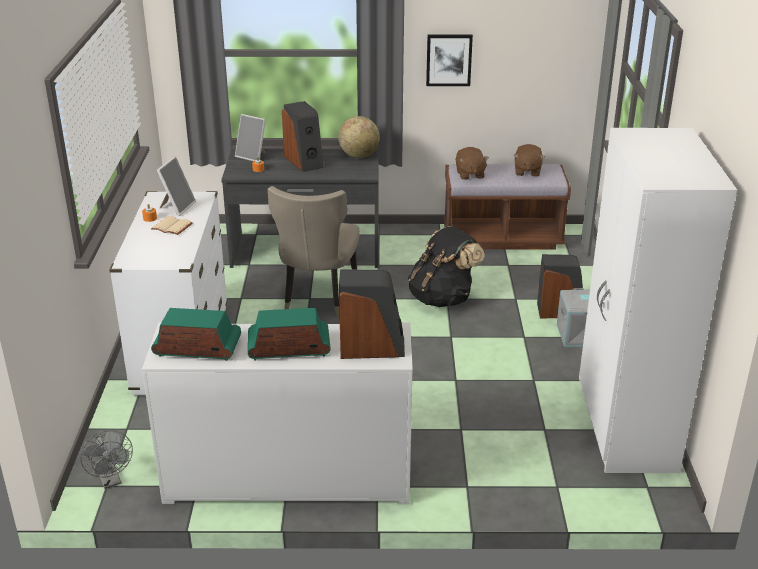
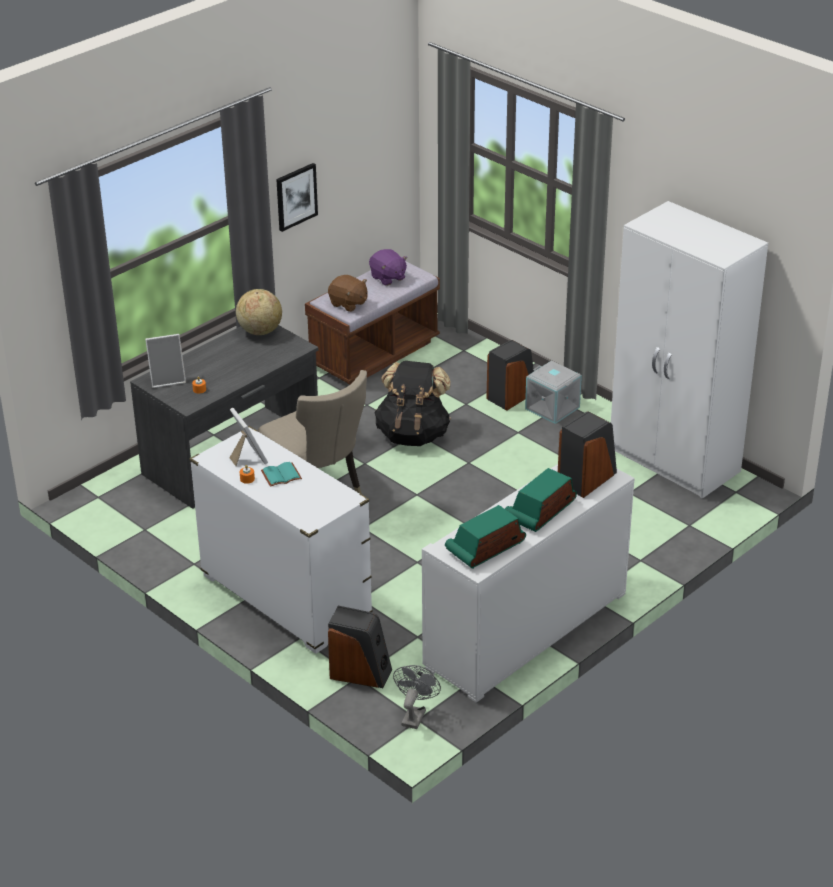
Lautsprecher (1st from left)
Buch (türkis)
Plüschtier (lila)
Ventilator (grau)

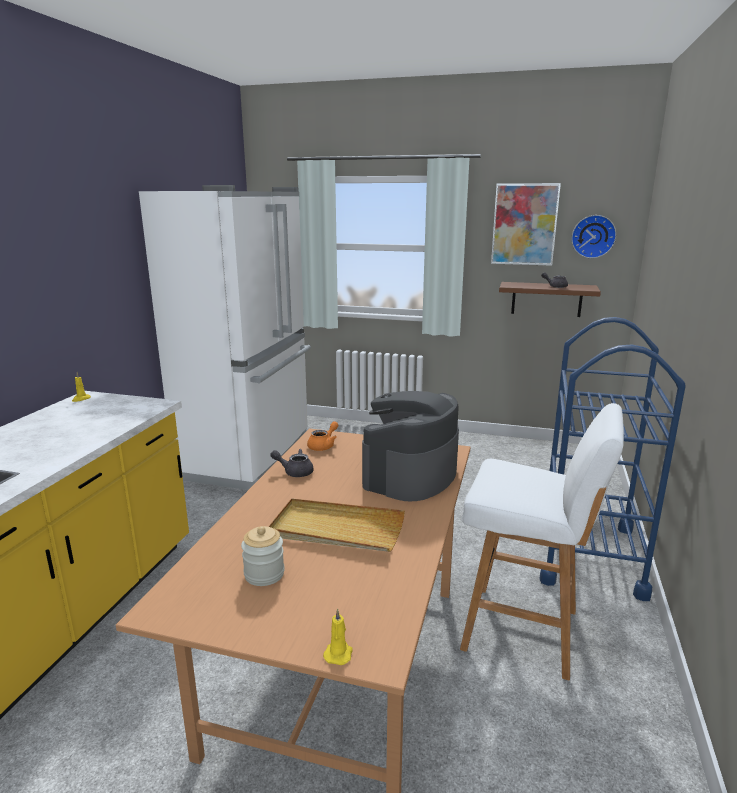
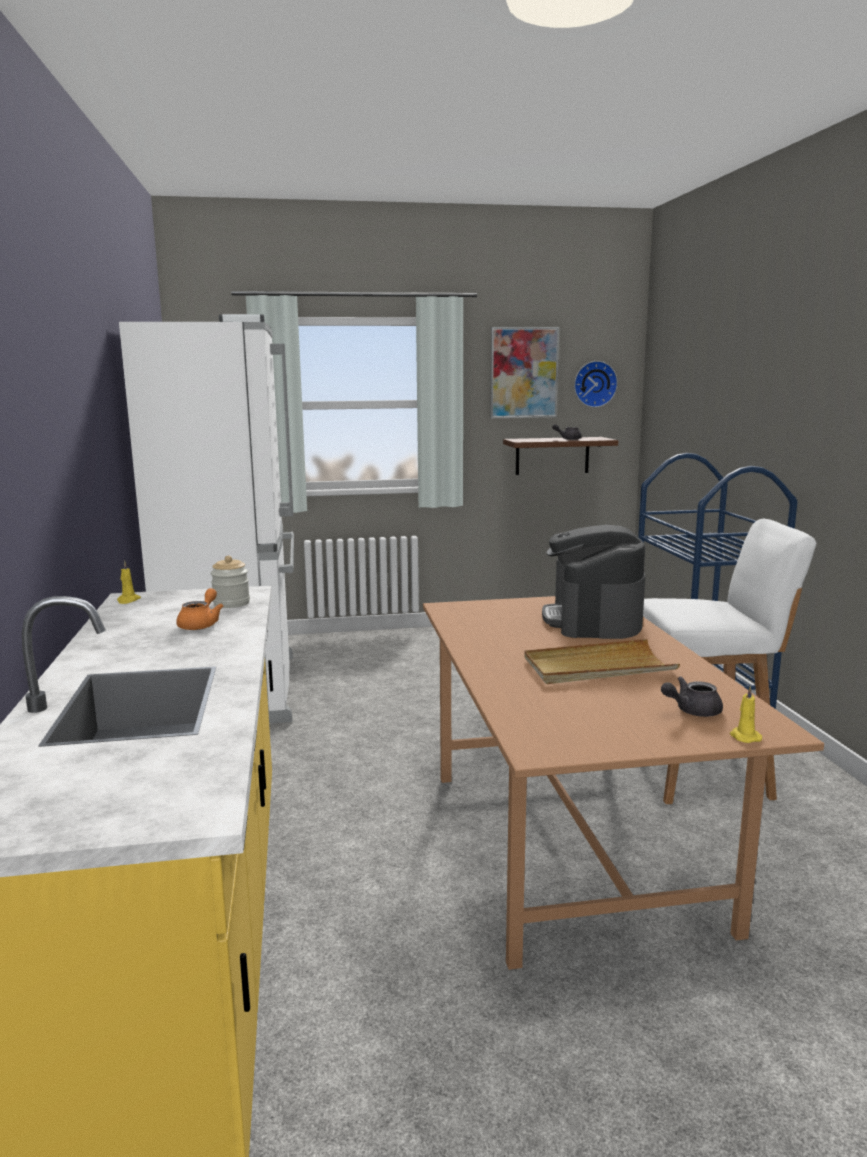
Vorratsglas
Teekanne (grau) (2nd from left)
Teekanne (orange)

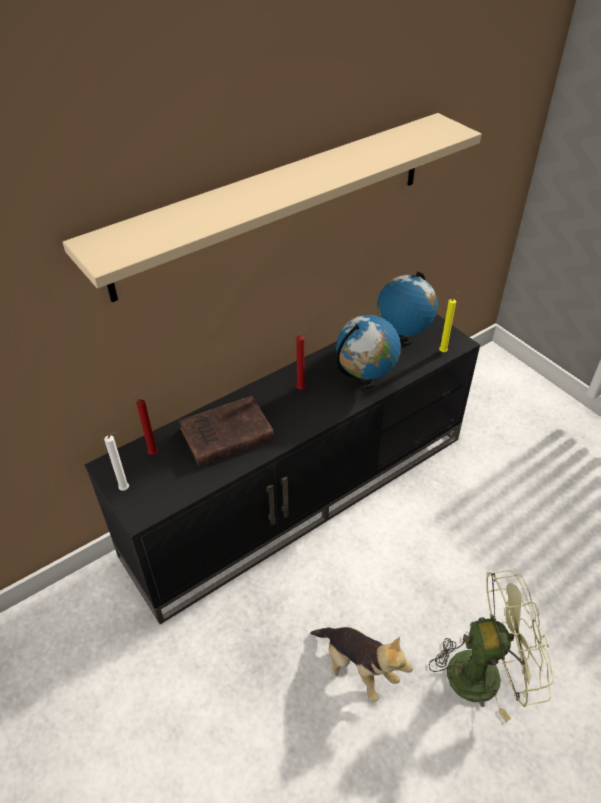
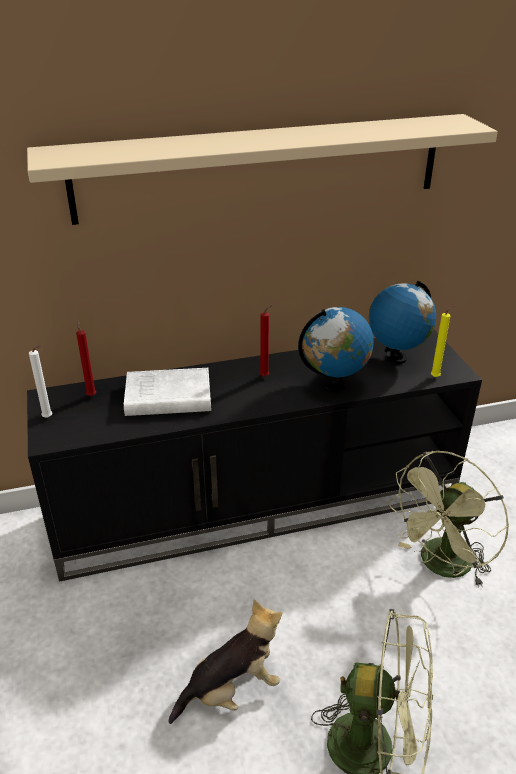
Ventilator (grün) (2nd from left)
Buch (weiß)
Plüschtier

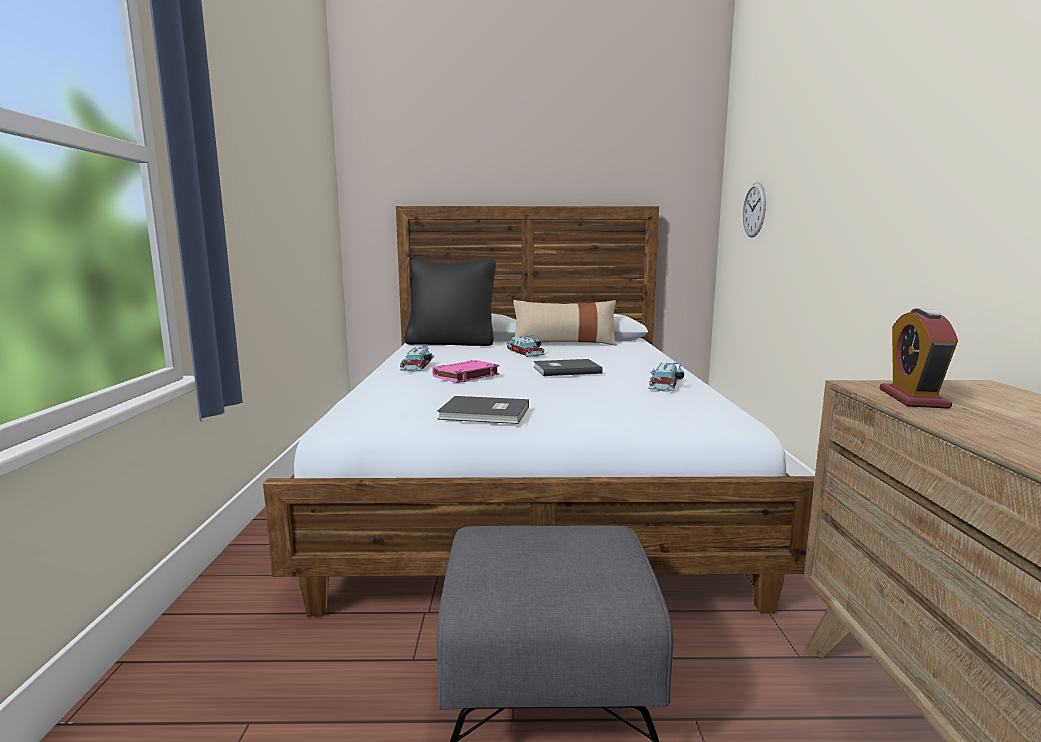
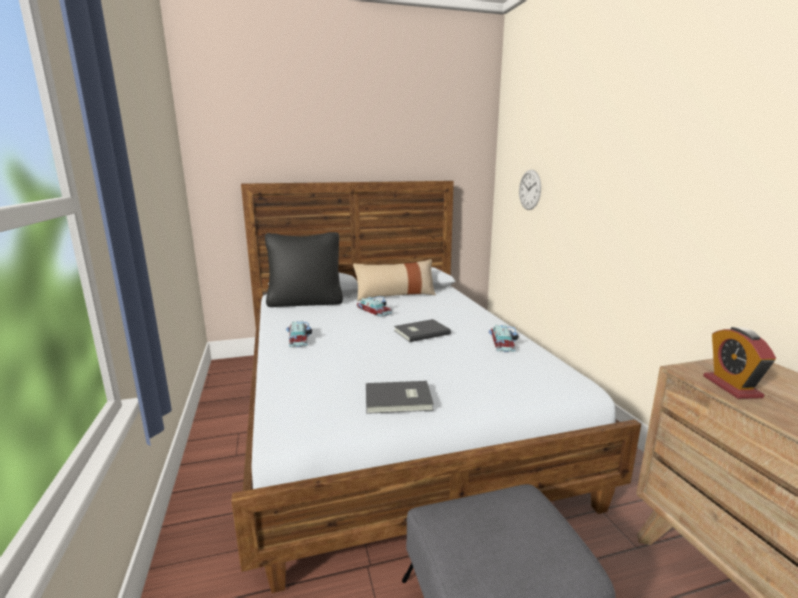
Buch (rosa)

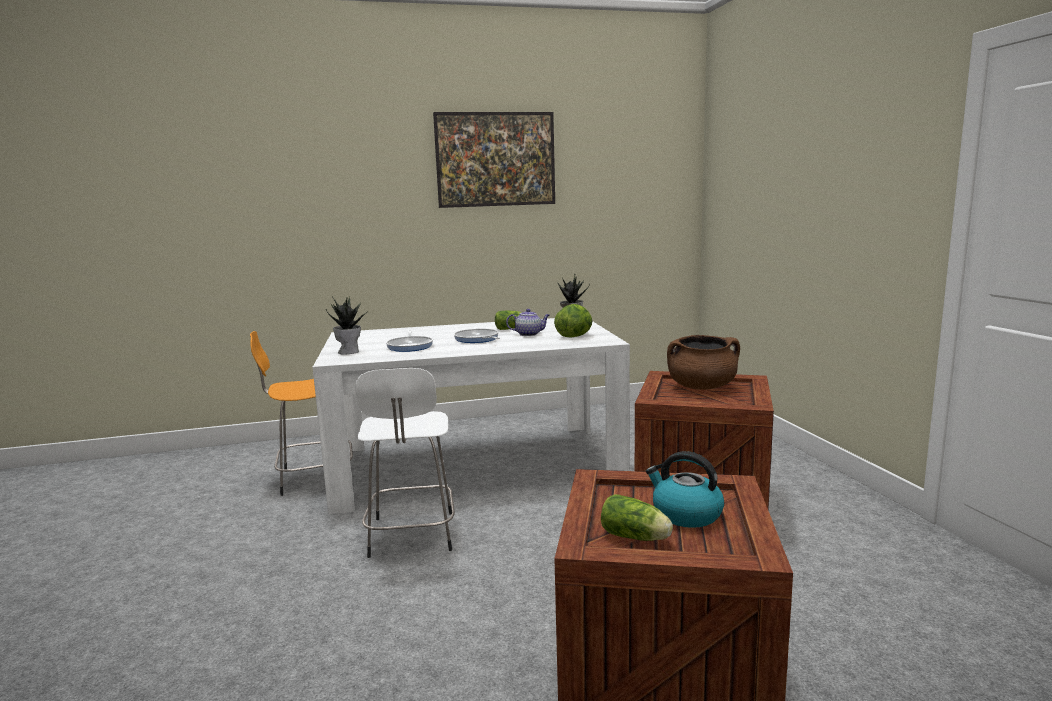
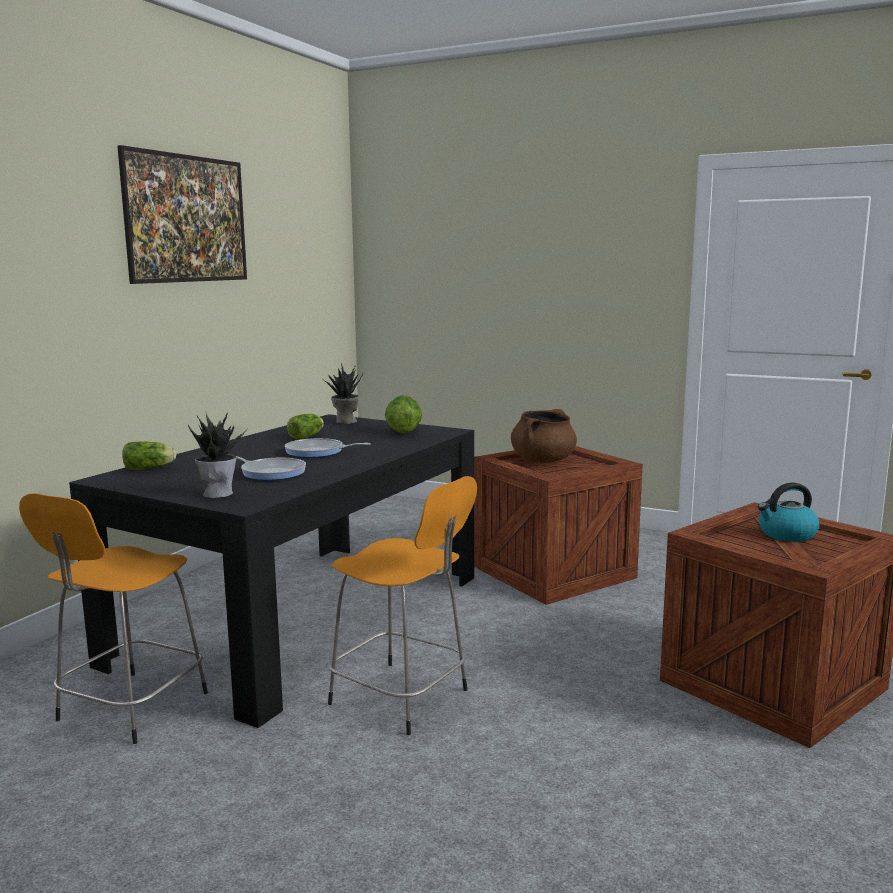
Teekanne
Salatkopf (1st from left)
Esstisch (schwarz)
Hocker (orange) (2nd from left)

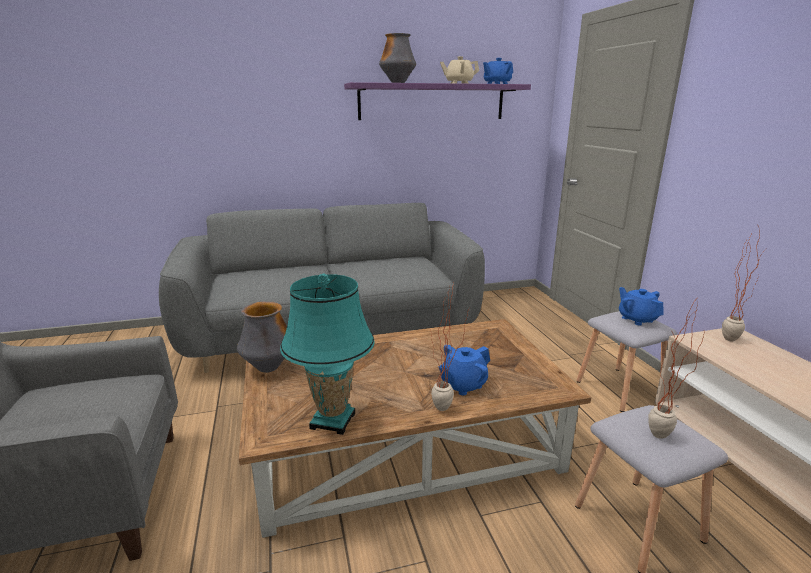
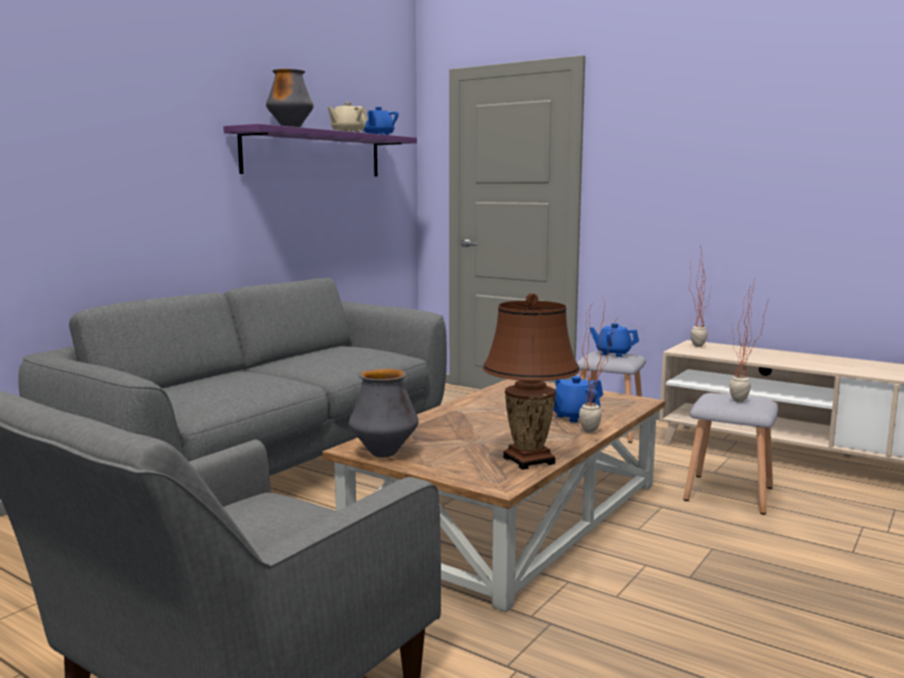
Tischlampe (braun)
Teekanne (blau) (2nd from left)

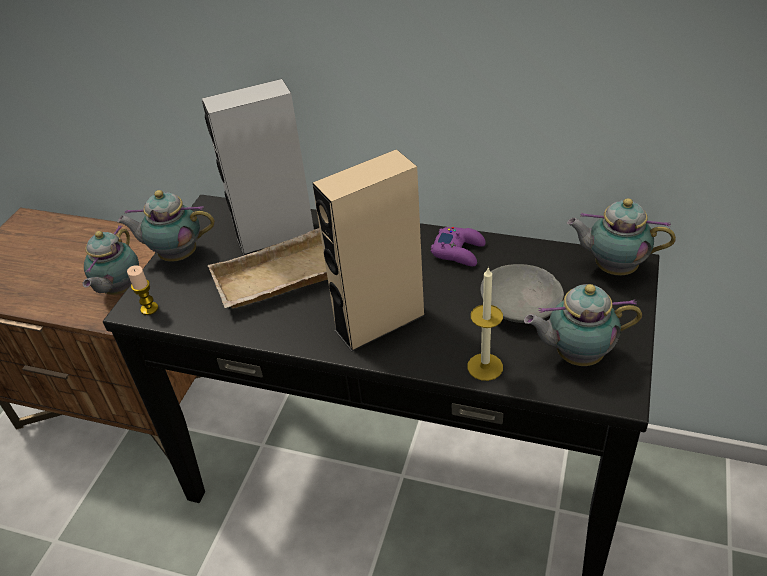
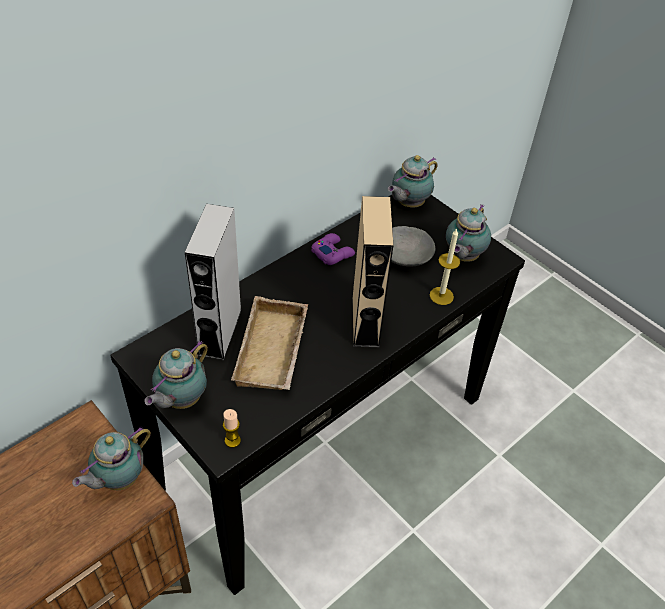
Teekanne (1st from left)

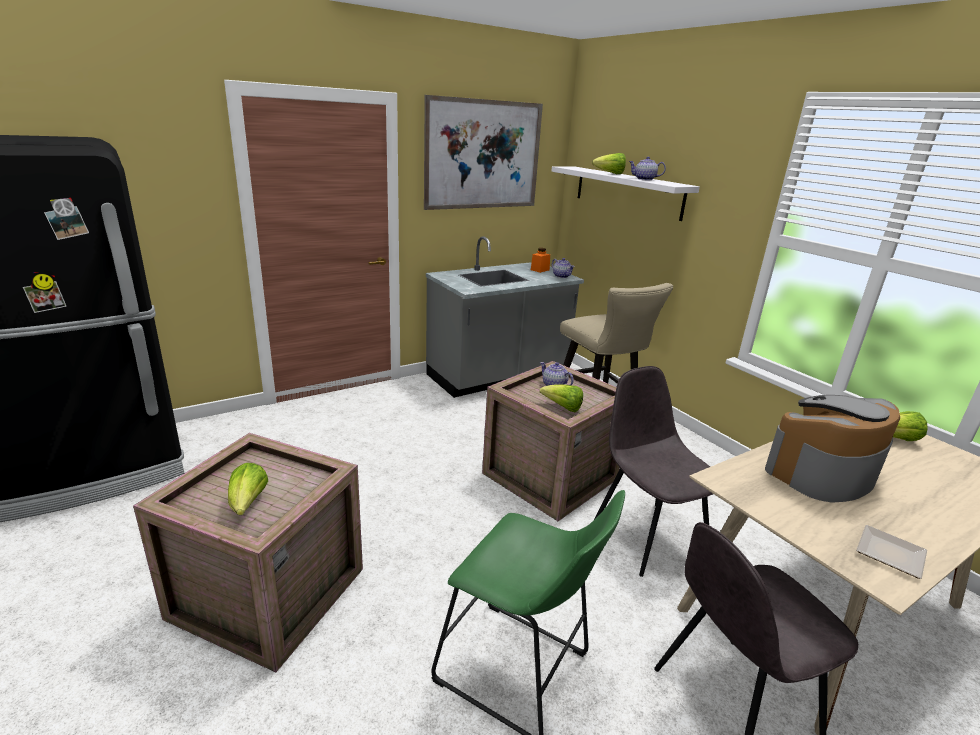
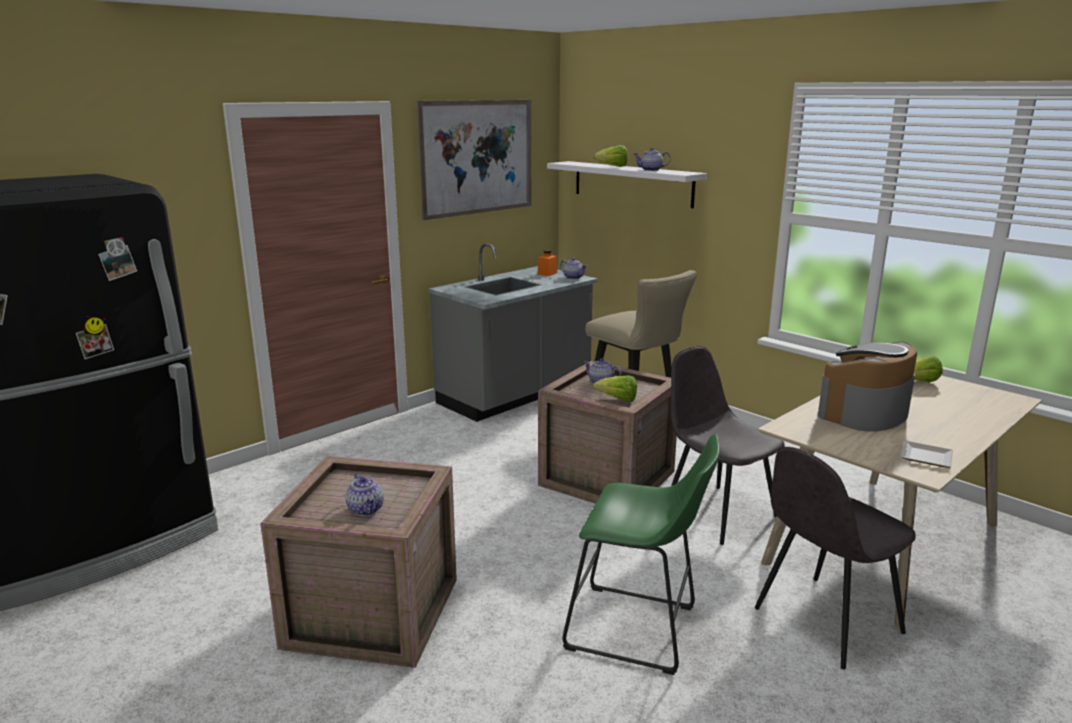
Teekanne (1st from left)

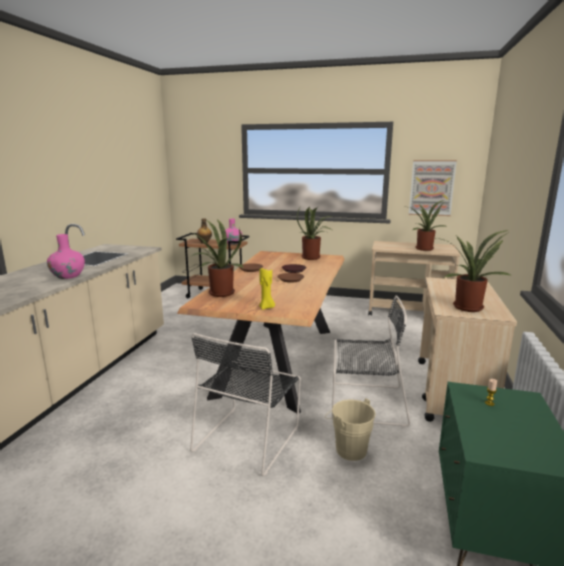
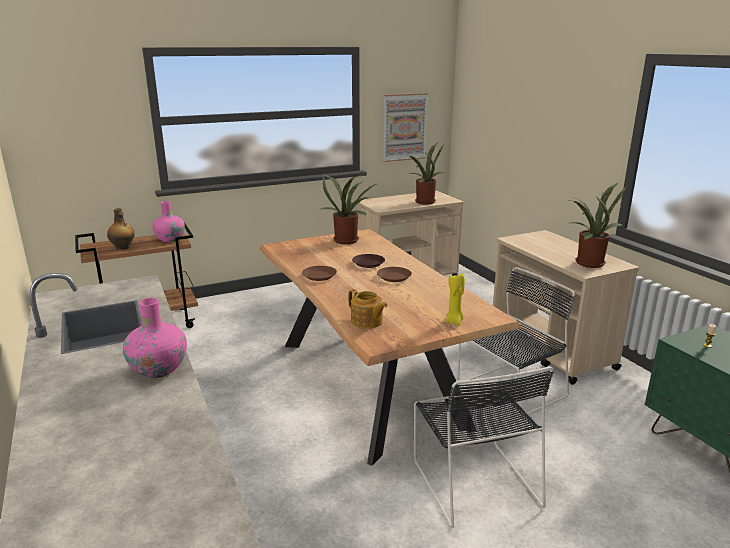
Eimer (beige)
Teekanne

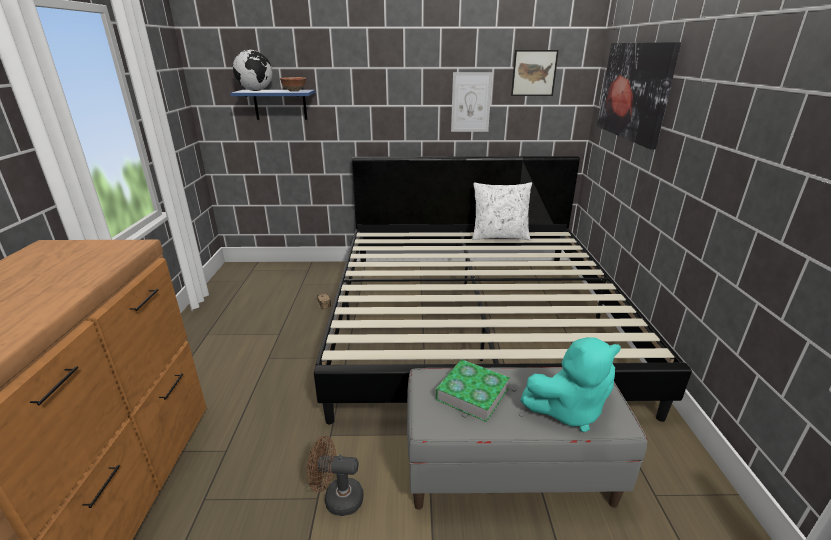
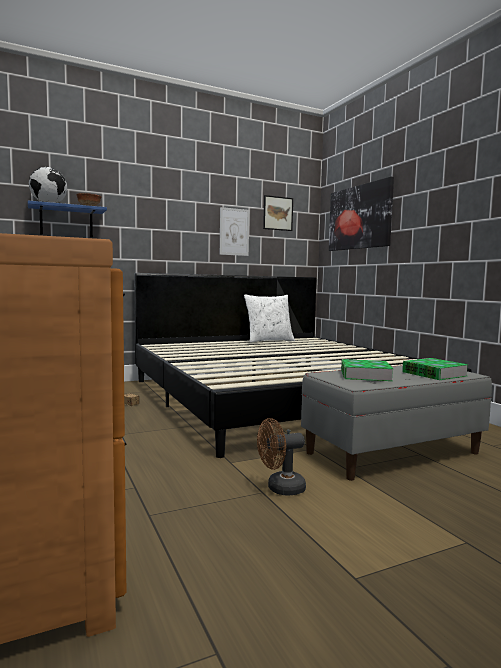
Buch (2nd from left)

